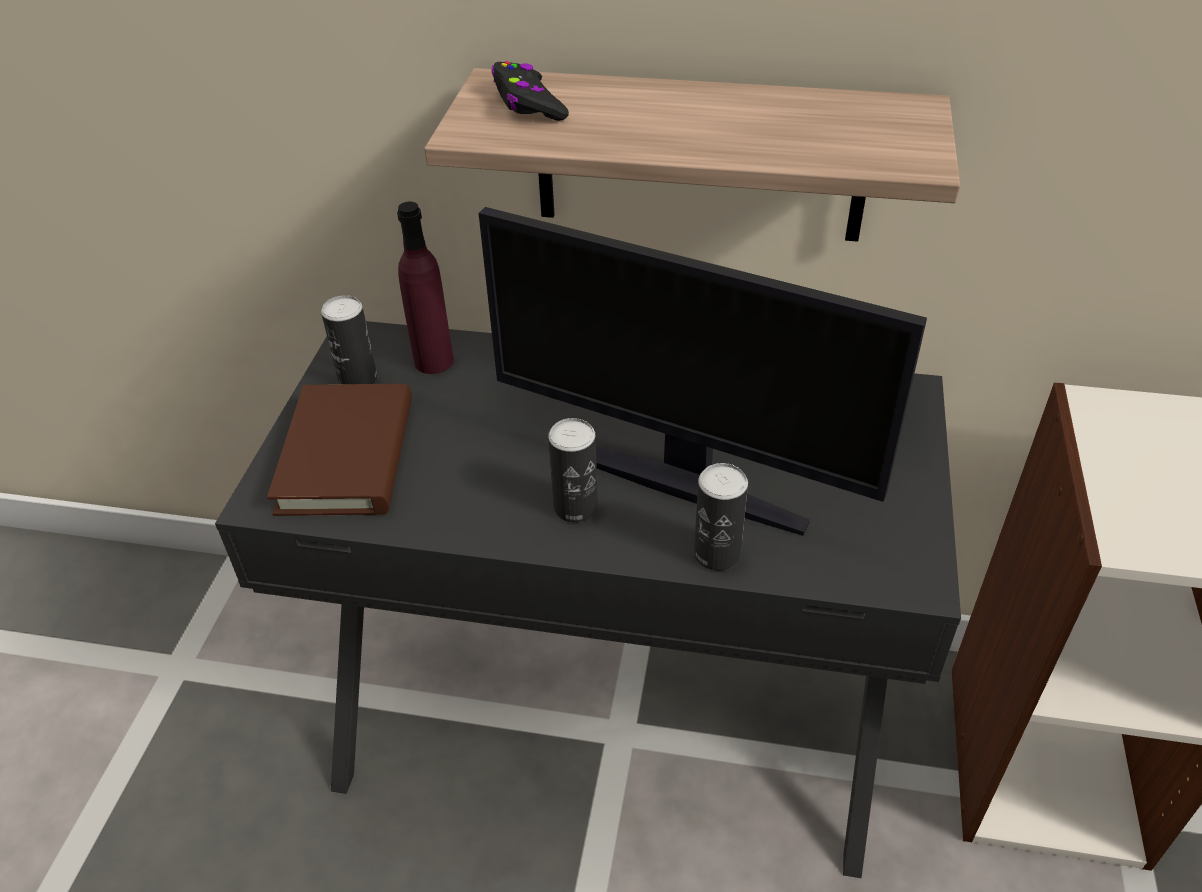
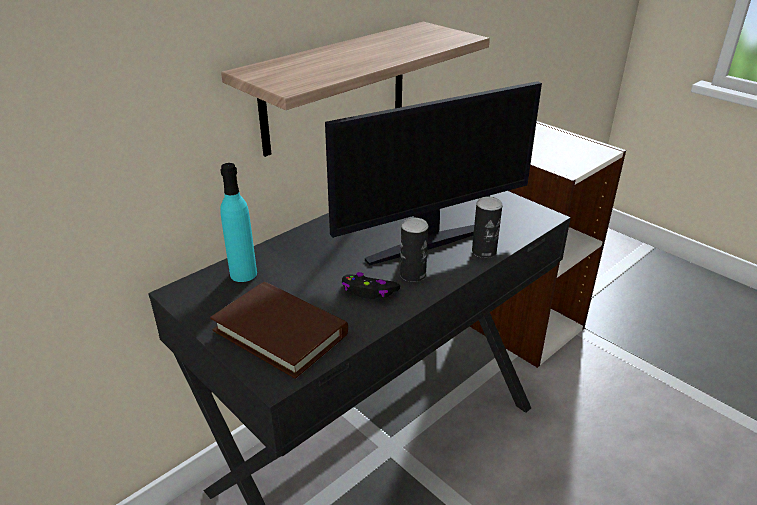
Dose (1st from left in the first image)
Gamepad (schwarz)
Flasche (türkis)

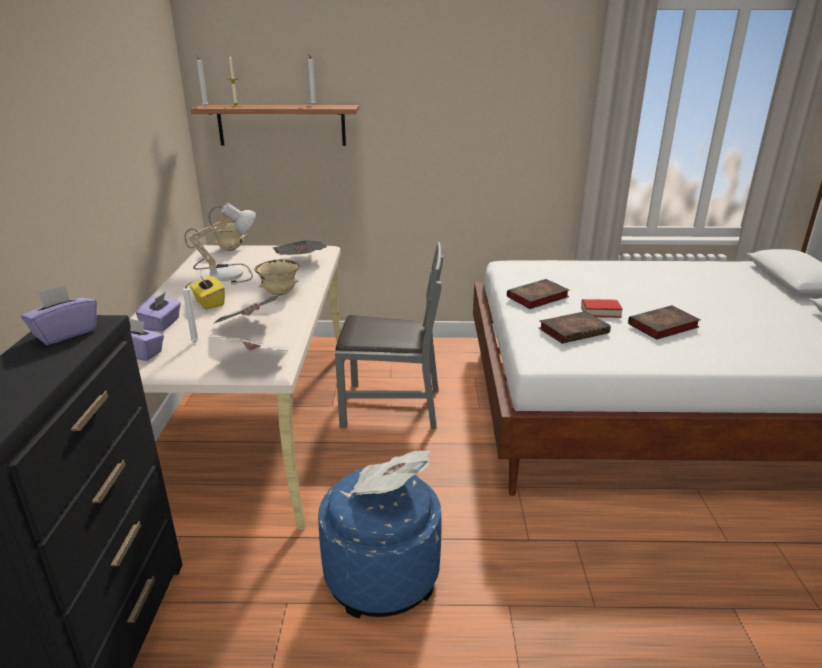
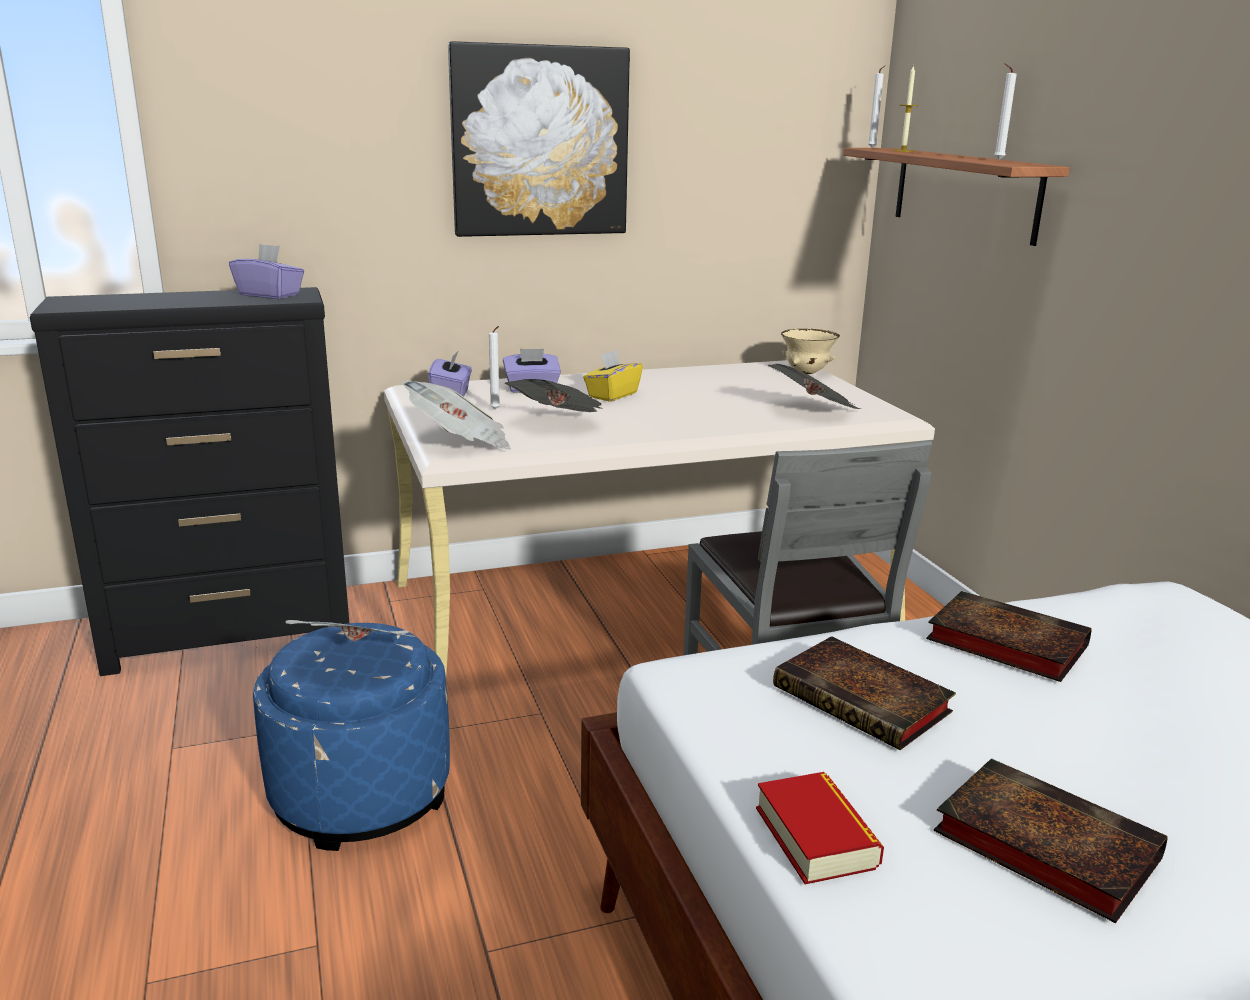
Tischlampe
Schüssel (beige) (2nd from left in the first image)
Bild
Buch (1st from left)

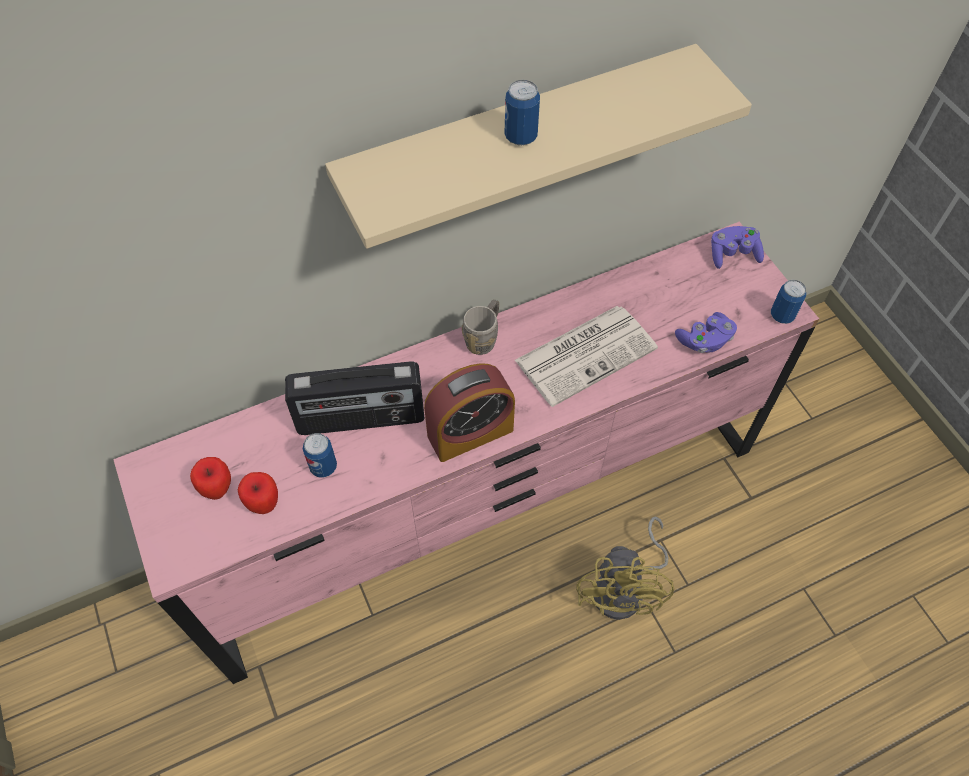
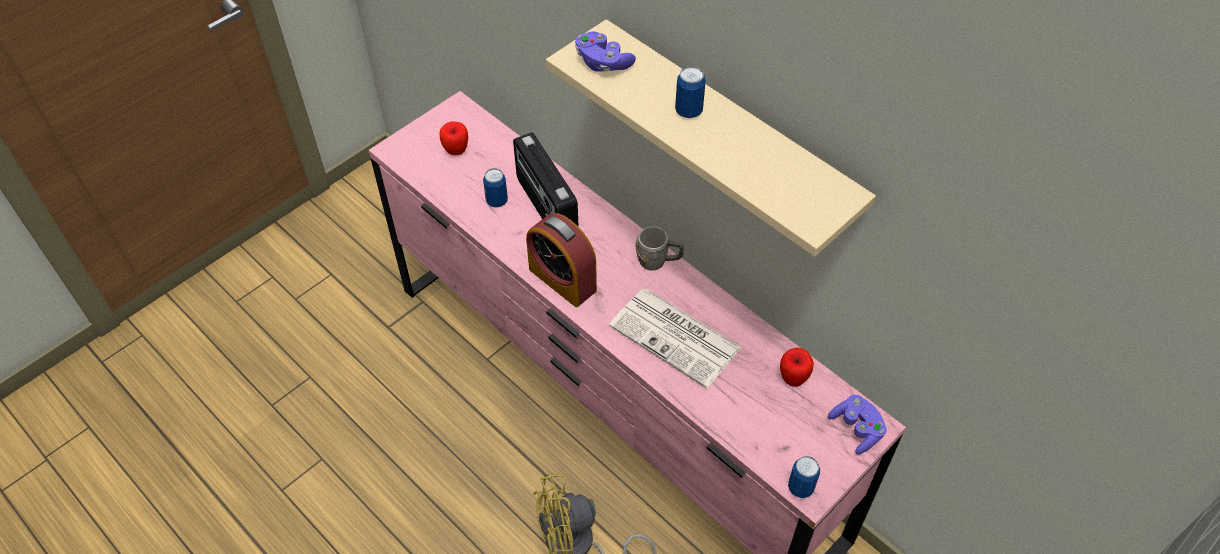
Apfel (2nd from left)
Gamepad (lila) (1st from left)

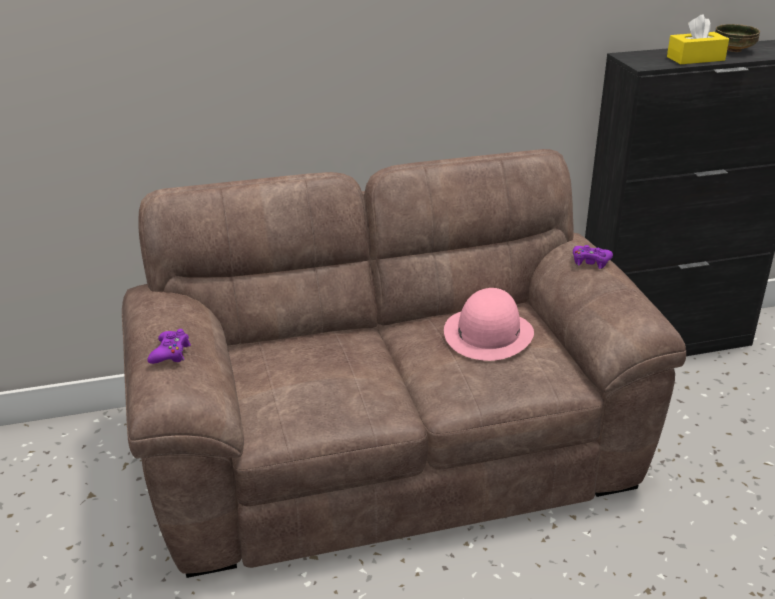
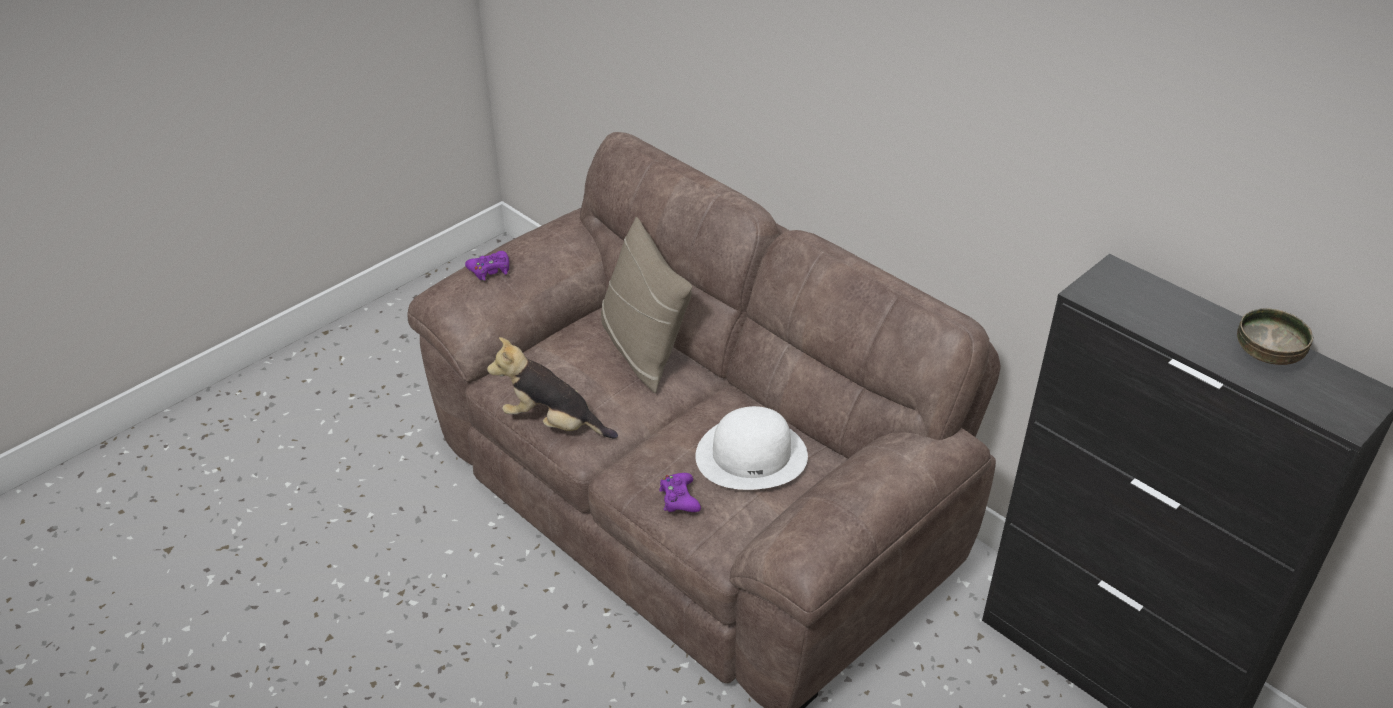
Taschentuchbox (gelb)
Plüschtier
Kissen (beige)
Gamepad (lila) (2nd from left)
Hut (weiß)

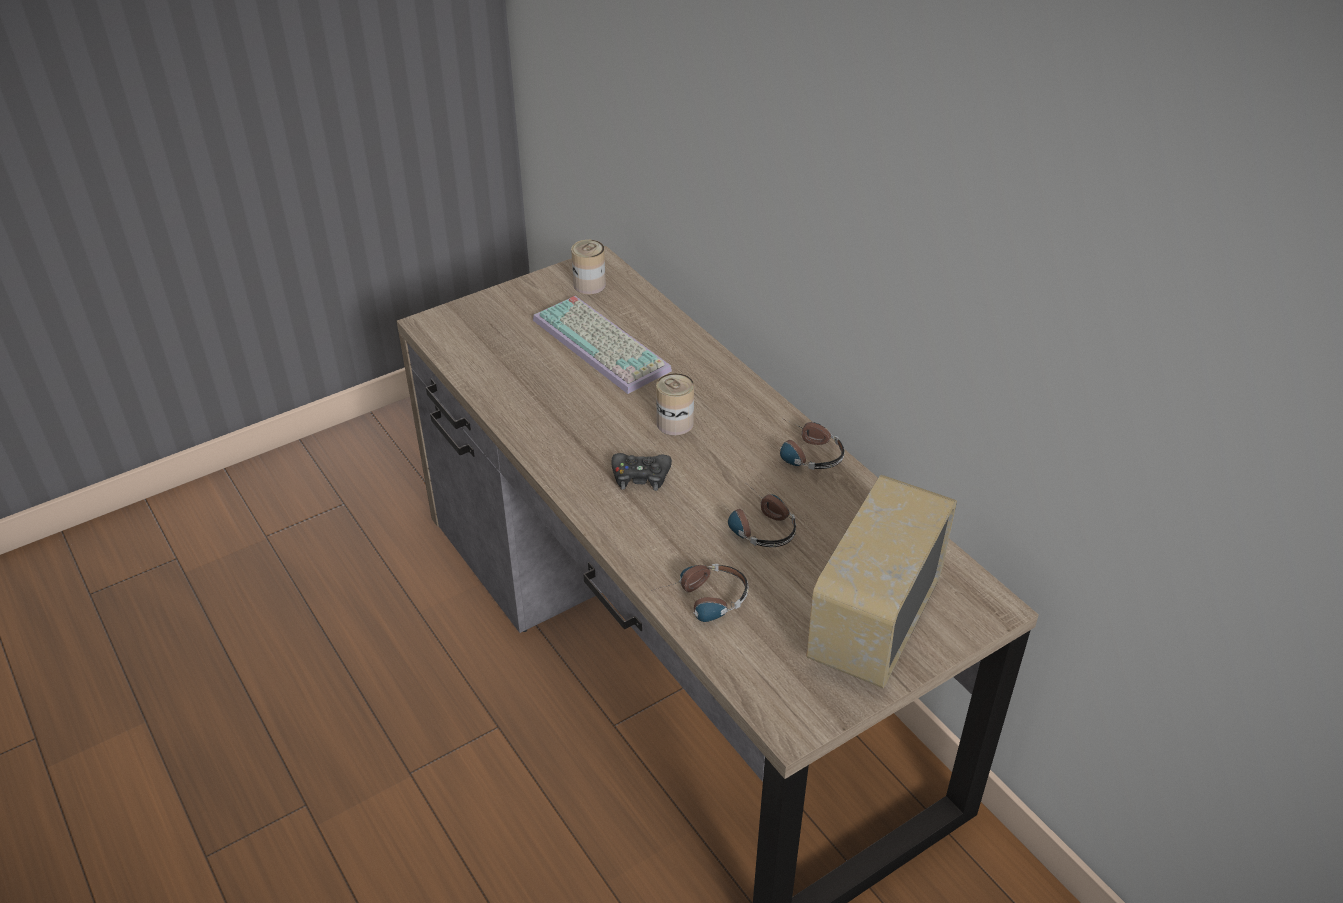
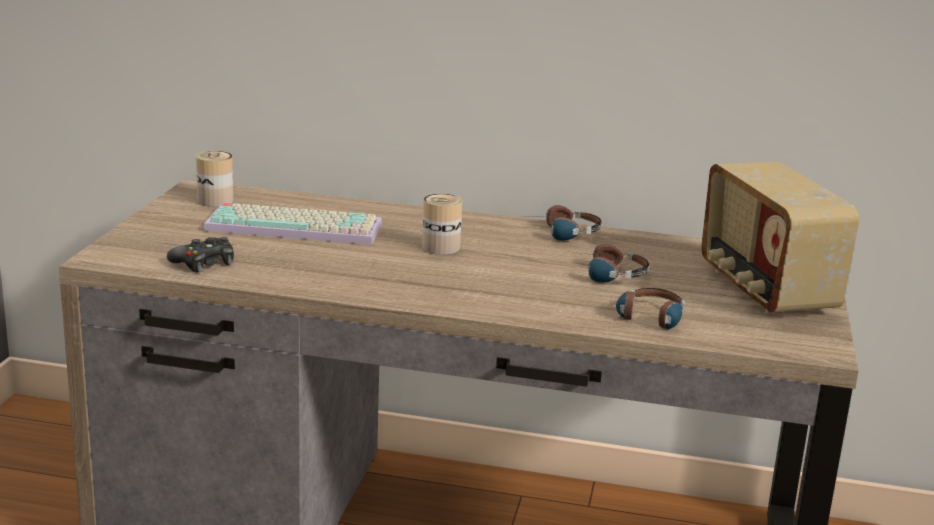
Gamepad (schwarz)

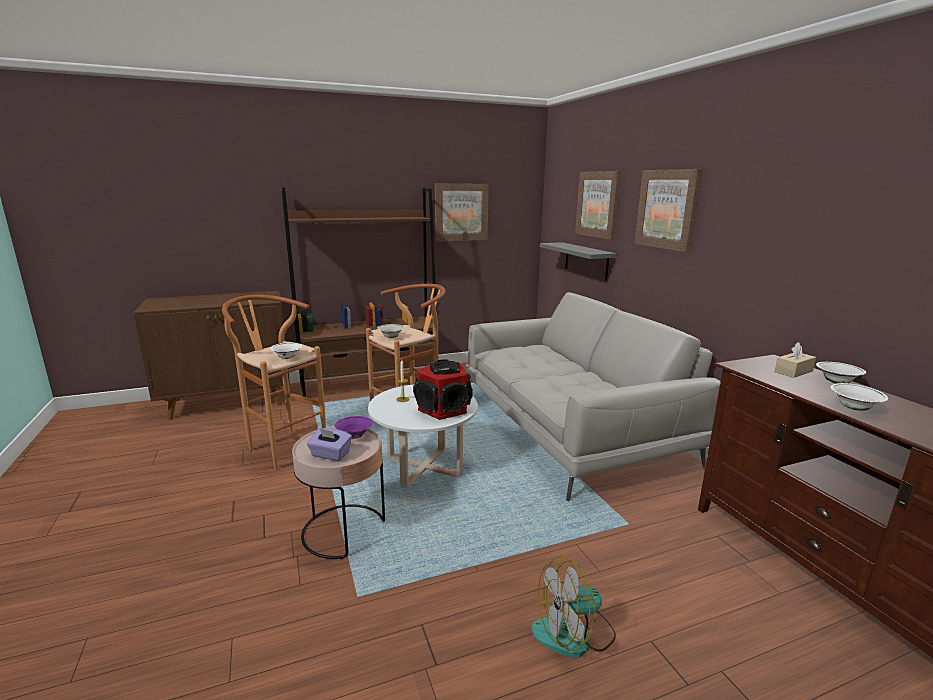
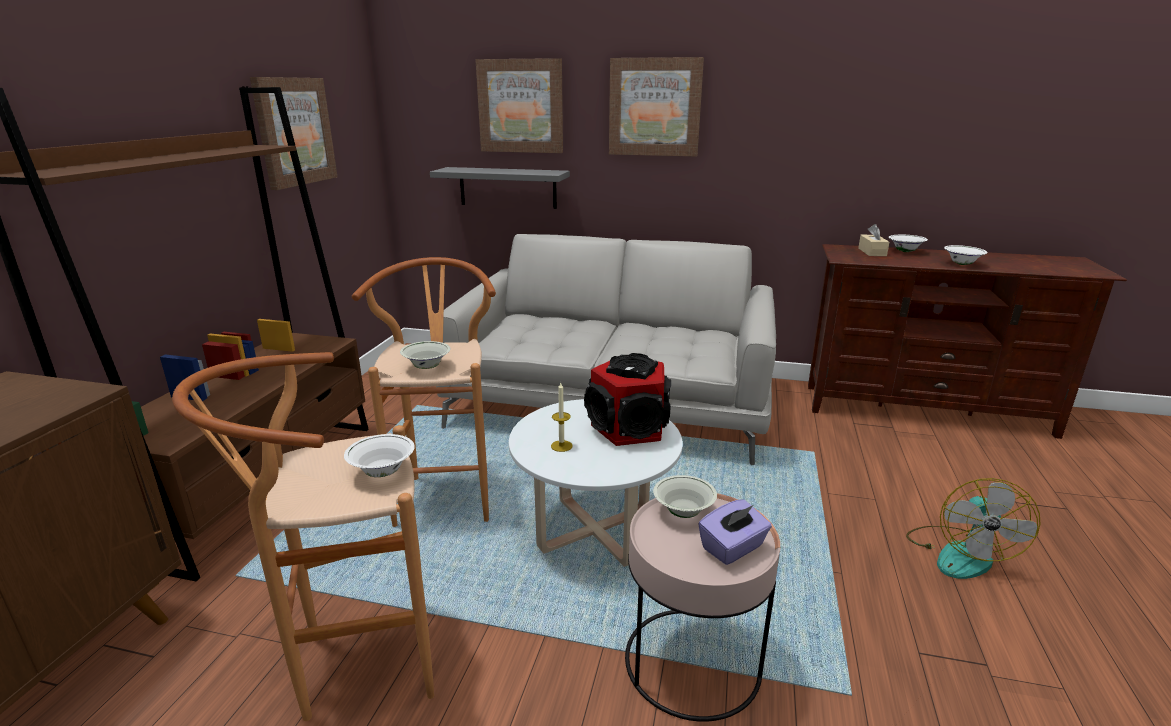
Schüssel (weiß) (3rd from left)

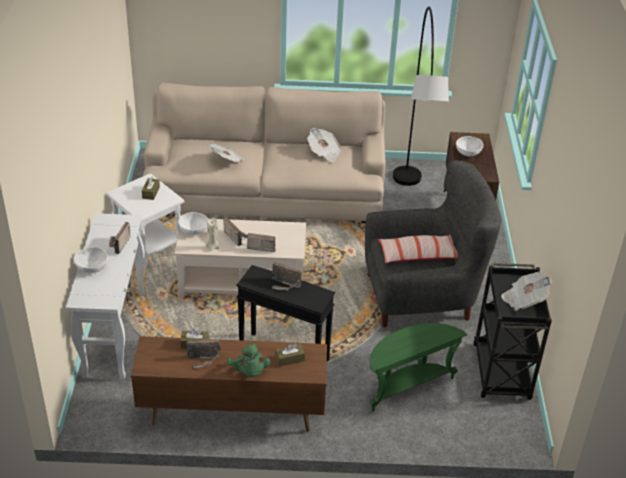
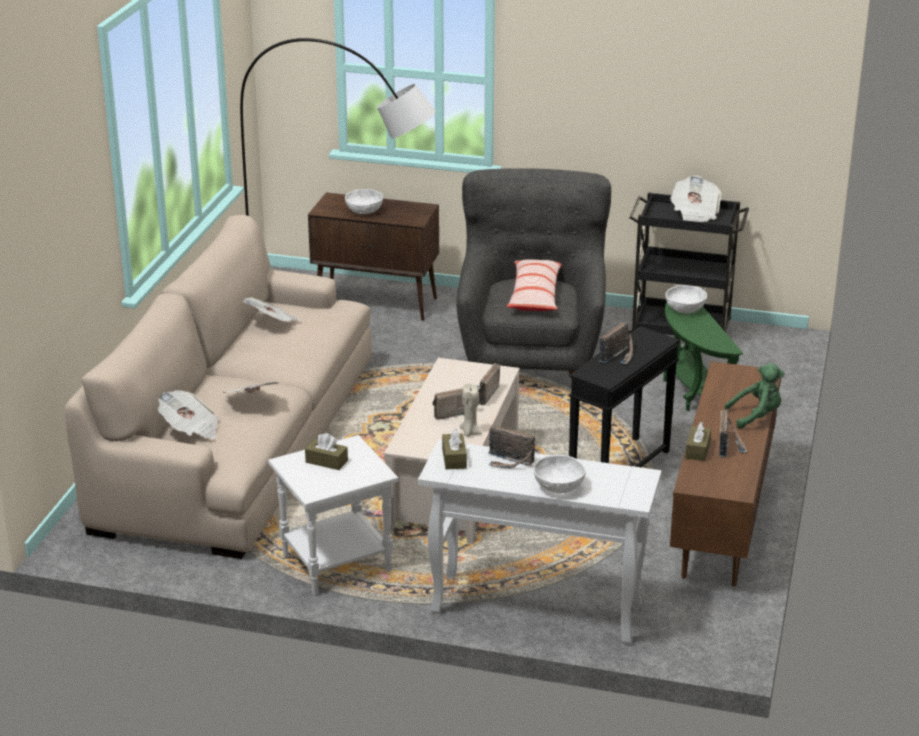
Zeitung (1st from left)
Schüssel (weiß) (3rd from left)
Taschentuchbox (braun) (2nd from left)

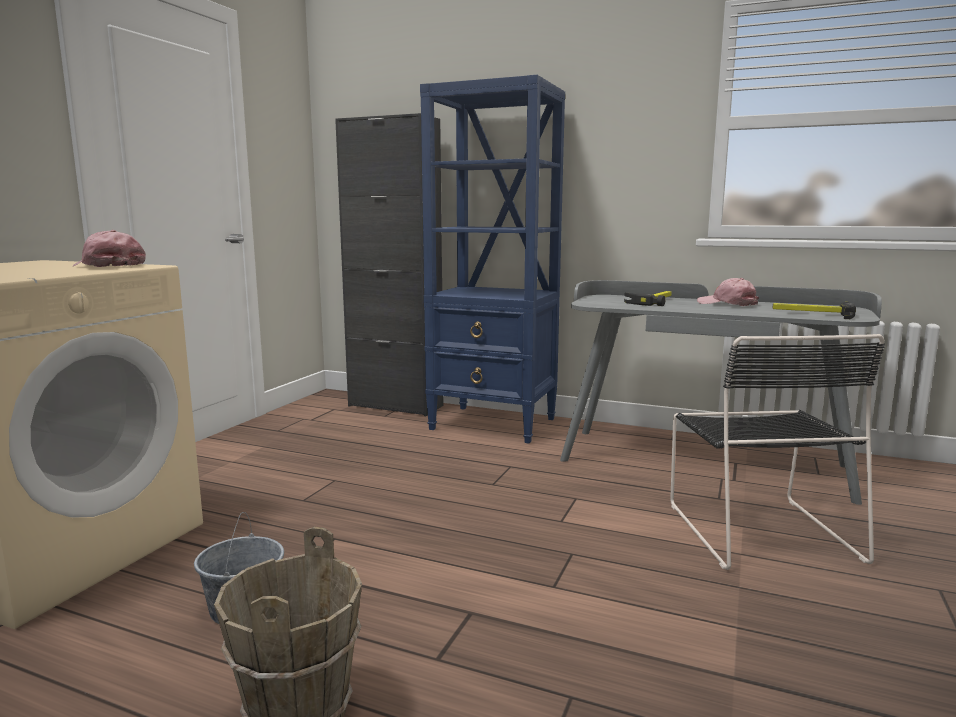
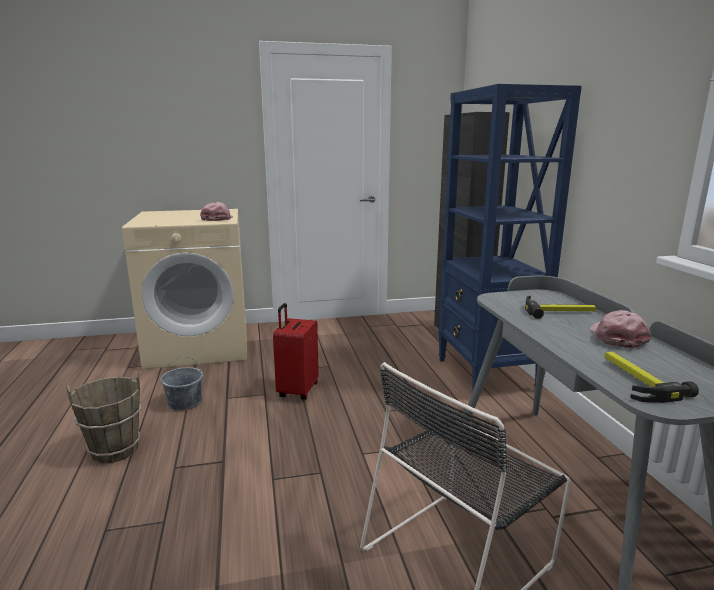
Koffer (rot)

